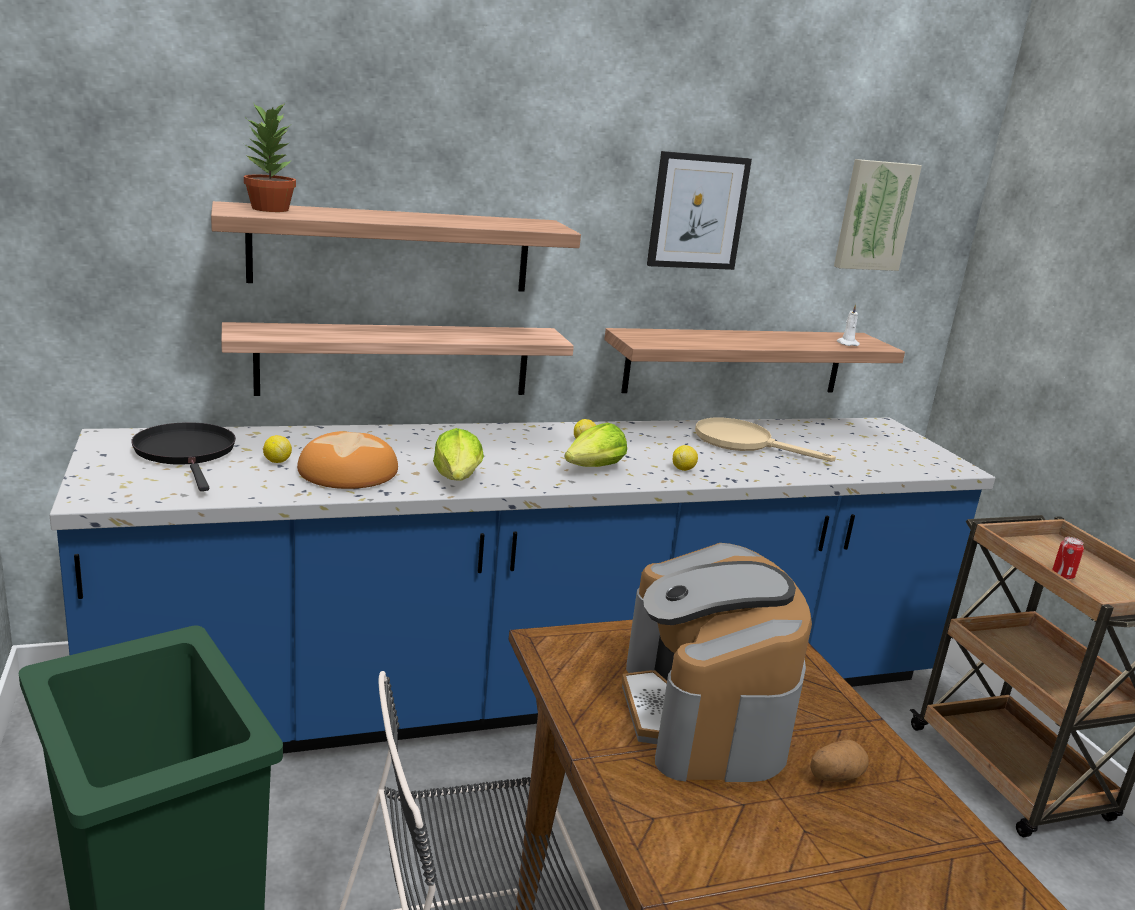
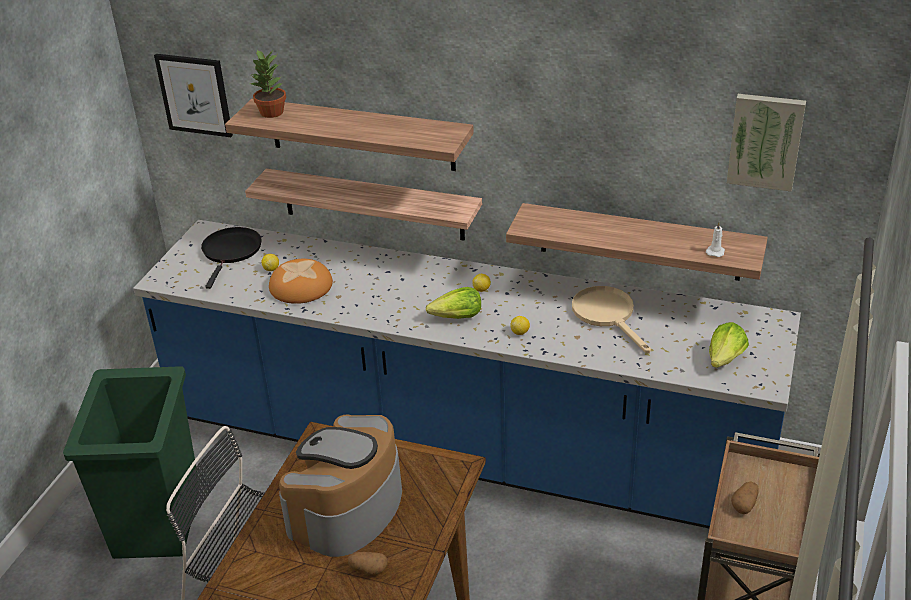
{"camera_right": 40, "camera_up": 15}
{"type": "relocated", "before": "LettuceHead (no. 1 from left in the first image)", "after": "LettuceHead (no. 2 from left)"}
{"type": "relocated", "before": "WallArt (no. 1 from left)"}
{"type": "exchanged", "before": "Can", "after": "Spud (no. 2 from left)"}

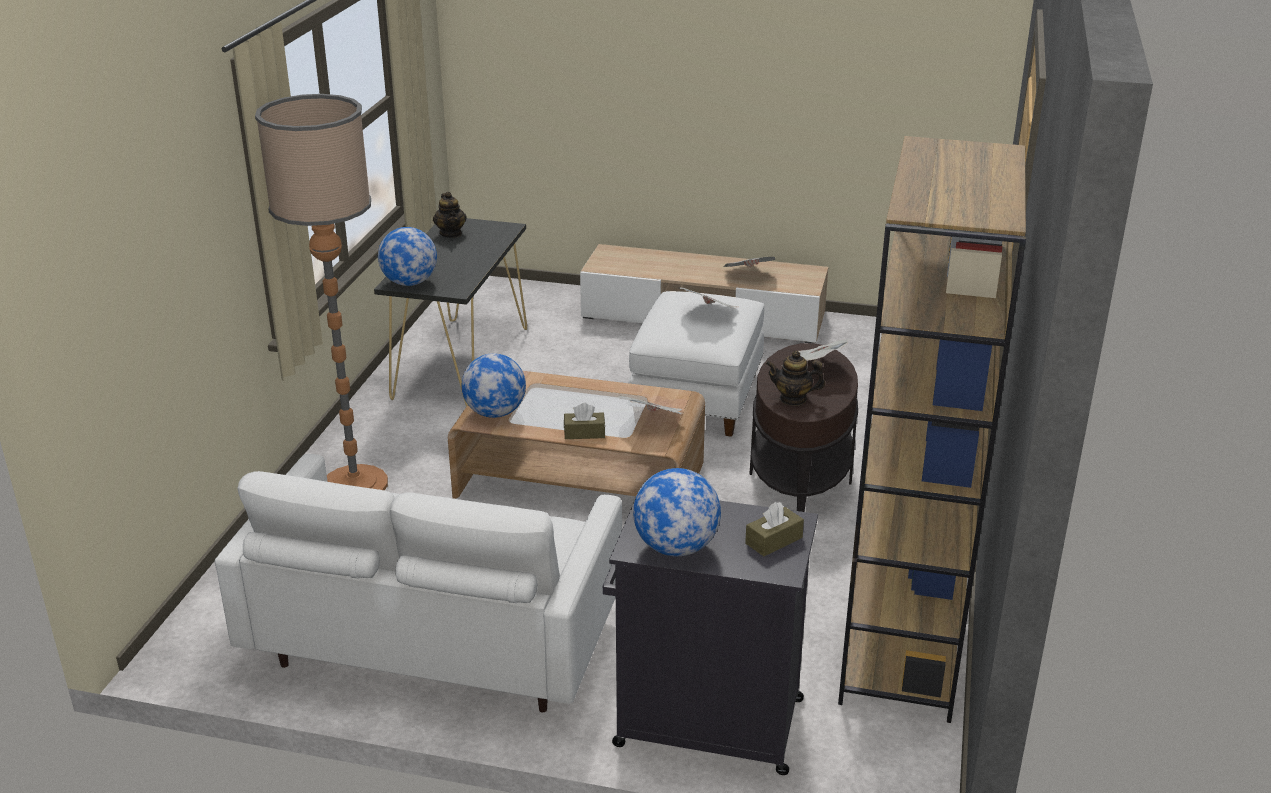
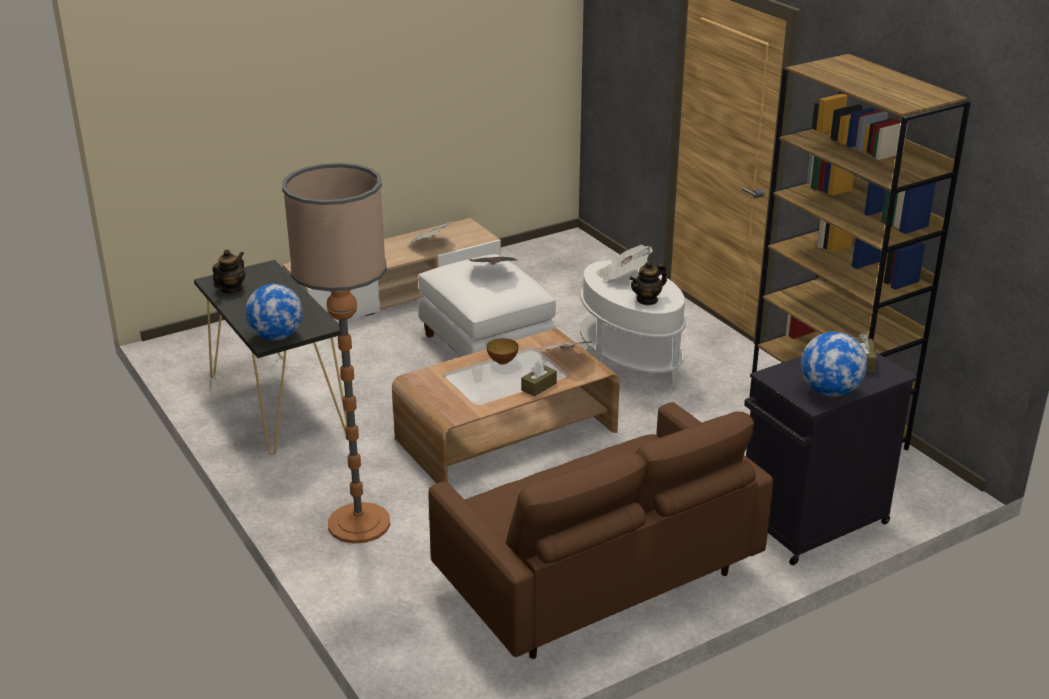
{"camera_right": -45, "camera_up": 0}
{"type": "missing", "before": "WorldGlobe (no. 2 from left)"}
{"type": "appeared", "after": "Bowl"}
{"type": "colour", "before": "WhitishSofa", "after": "BrownishSofa"}
{"type": "colour", "before": "BrownishEndTable", "after": "WhitishEndTable"}
{"type": "spun", "before": "TeaPot (no. 1 from left)", "turn": -90}

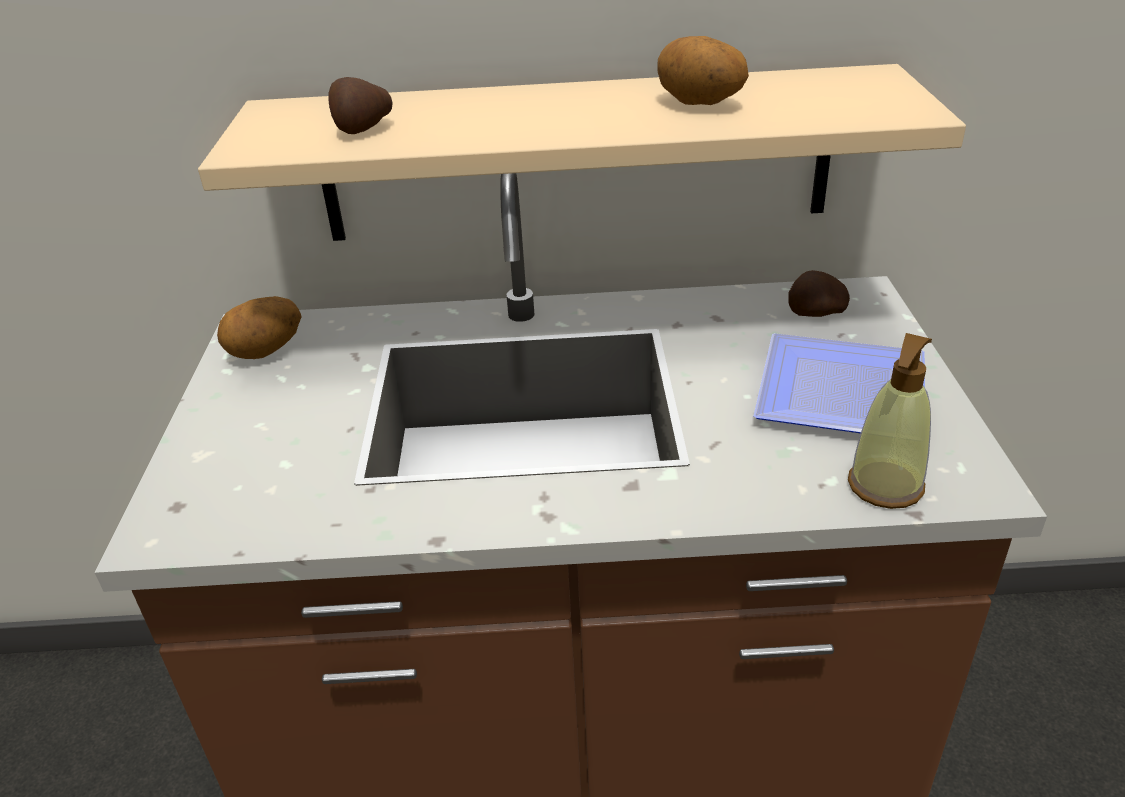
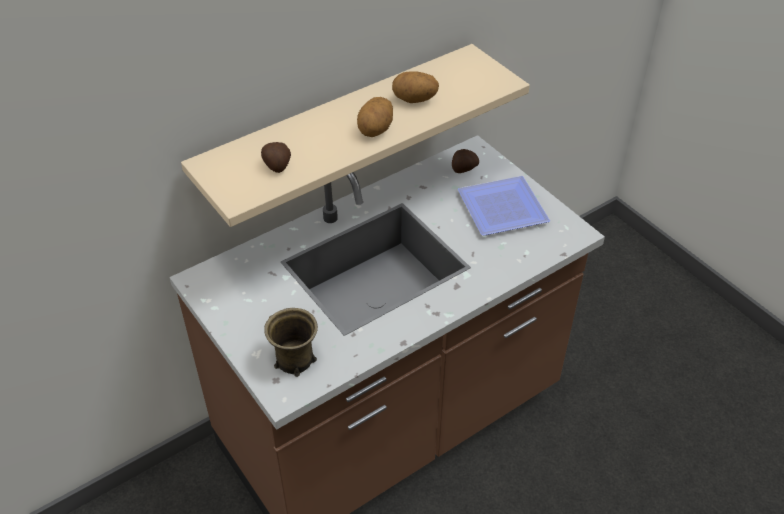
{"camera_right": -35, "camera_up": 10}
{"type": "missing", "before": "SoapDispenser"}
{"type": "appeared", "after": "BrownishCoffeeMug"}
{"type": "relocated", "before": "Spud (no. 1 from left in the first image)", "after": "Spud (no. 2 from left)"}

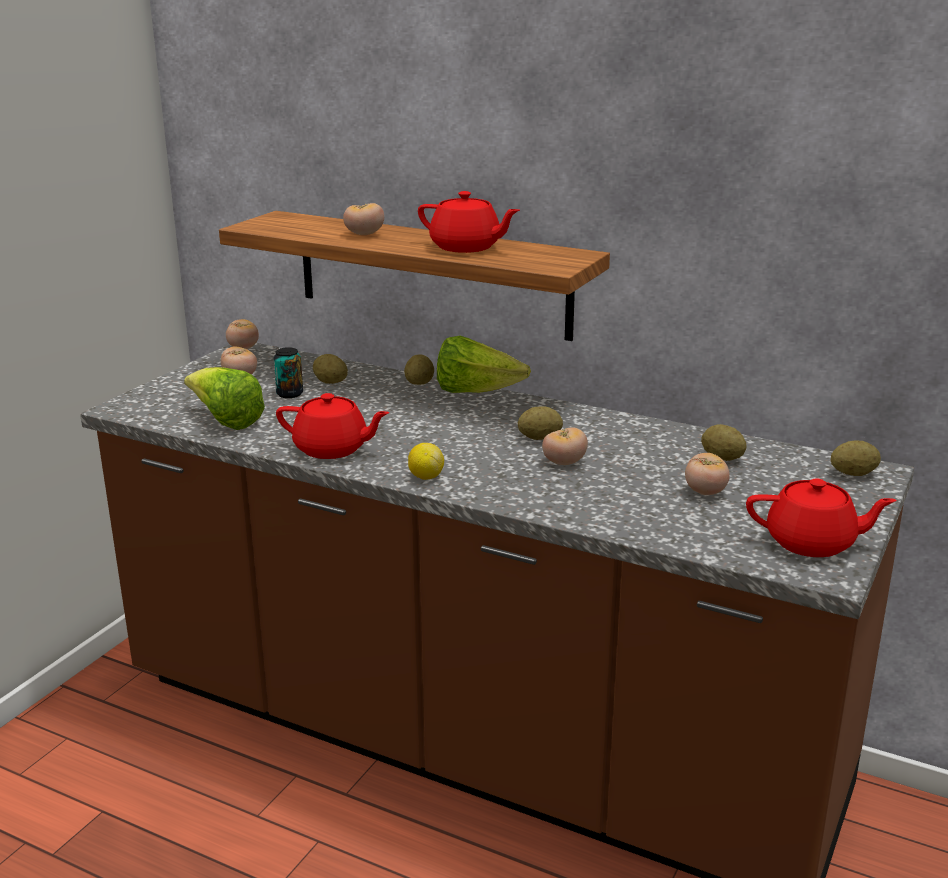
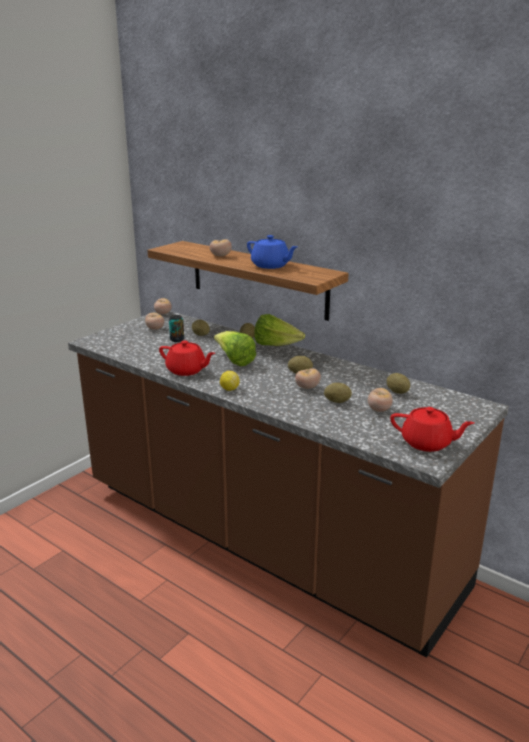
{"camera_right": 10, "camera_up": 0}
{"type": "relocated", "before": "LettuceHead (no. 1 from left)"}
{"type": "relocated", "before": "Spud (no. 5 from left in the first image)", "after": "Spud (no. 4 from left)"}
{"type": "colour", "before": "ReddishTeaPot (no. 2 from left)", "after": "BlueTeaPot"}

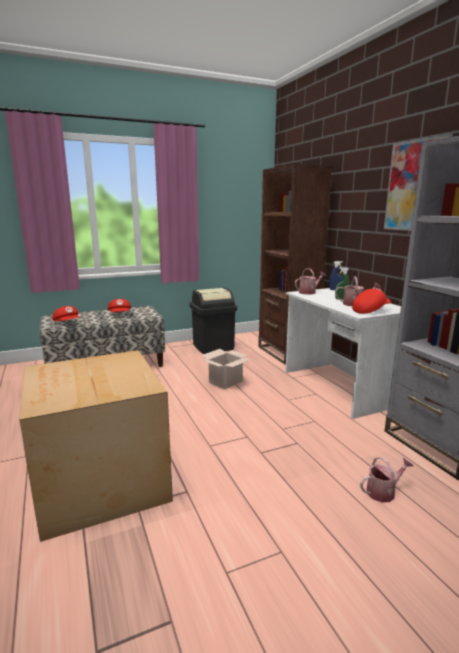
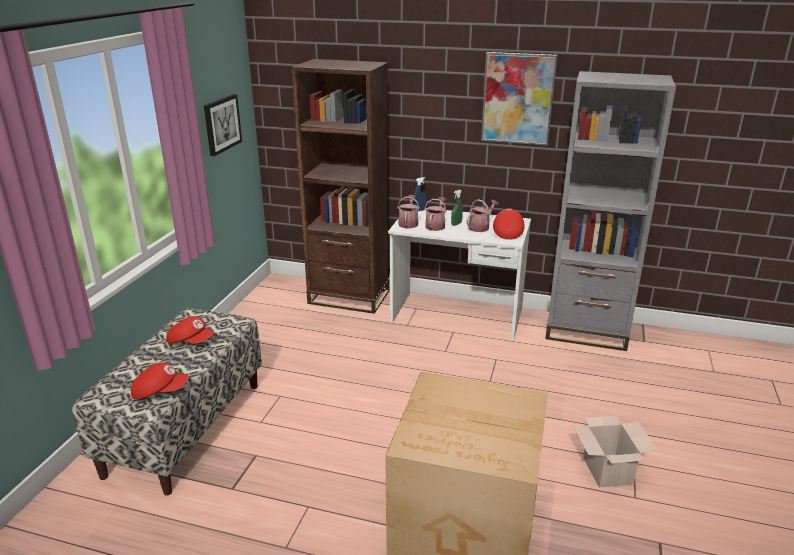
{"camera_right": -50, "camera_up": 10}
{"type": "missing", "before": "BlackishTrashCan"}
{"type": "appeared", "after": "WallArt (no. 1 from left)"}
{"type": "relocated", "before": "CardboardBox (no. 2 from left)"}
{"type": "relocated", "before": "WateringCan (no. 3 from left in the first image)", "after": "WateringCan (no. 2 from left)"}

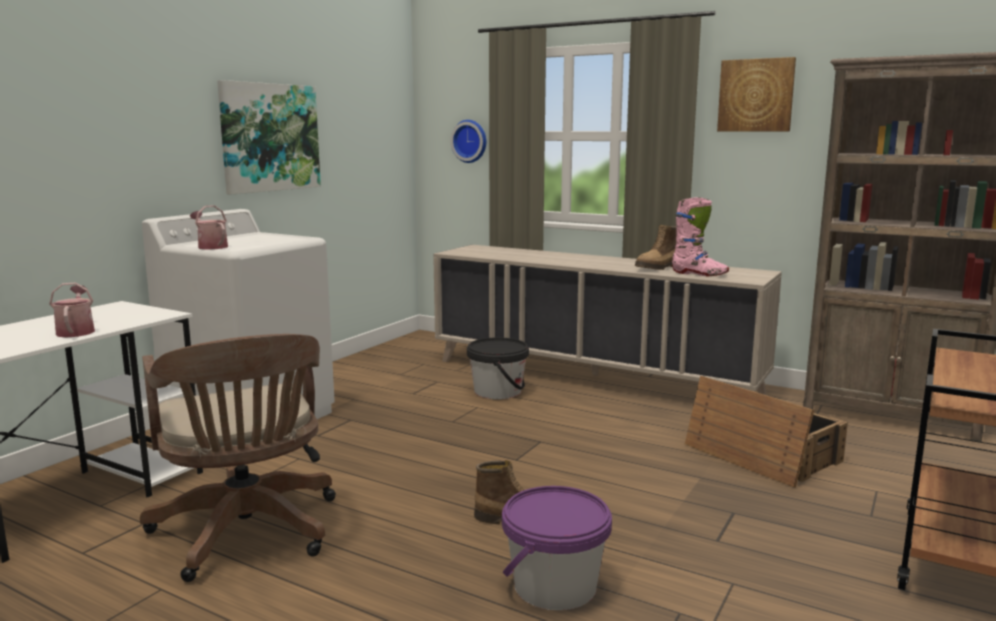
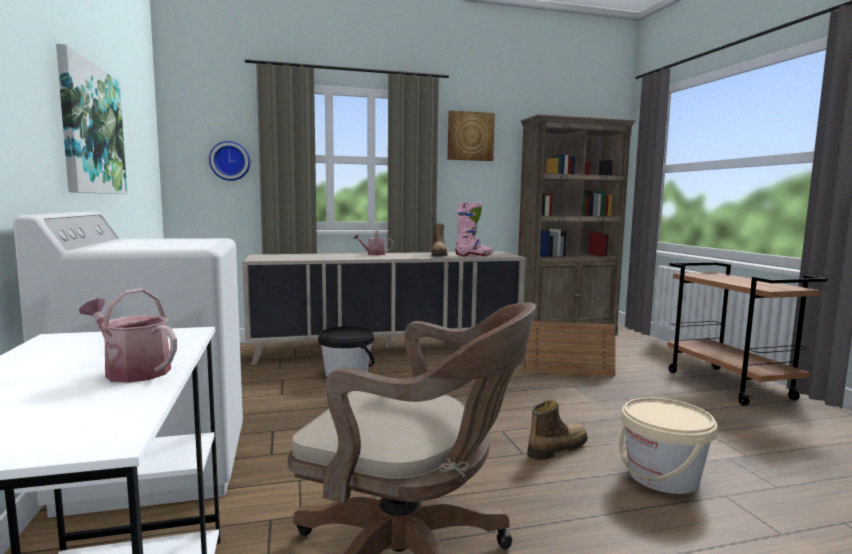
{"camera_right": -45, "camera_up": -5}
{"type": "relocated", "before": "WateringCan (no. 2 from left)"}
{"type": "colour", "before": "PurpleColouredWaterBucket", "after": "BeigeColouredWaterBucket"}

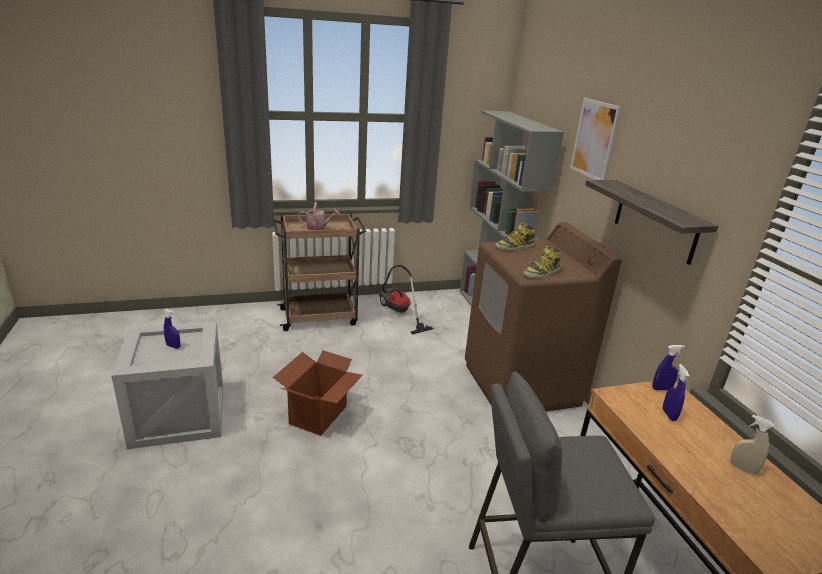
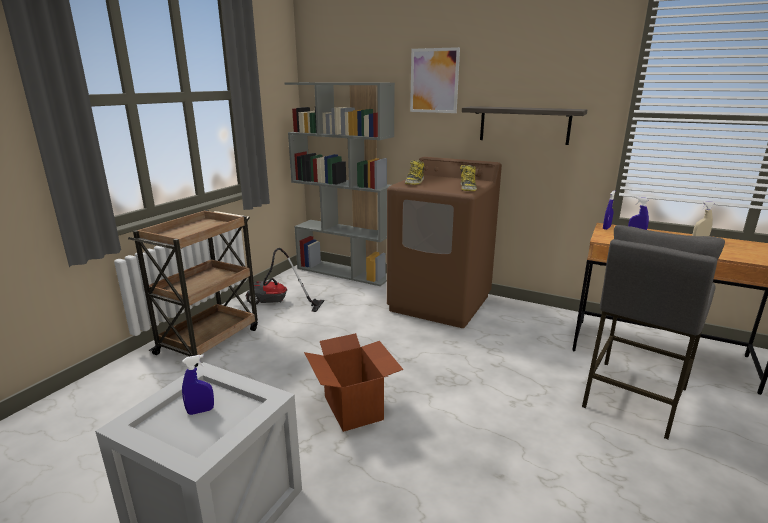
{"camera_right": -45, "camera_up": -5}
{"type": "missing", "before": "WateringCan"}

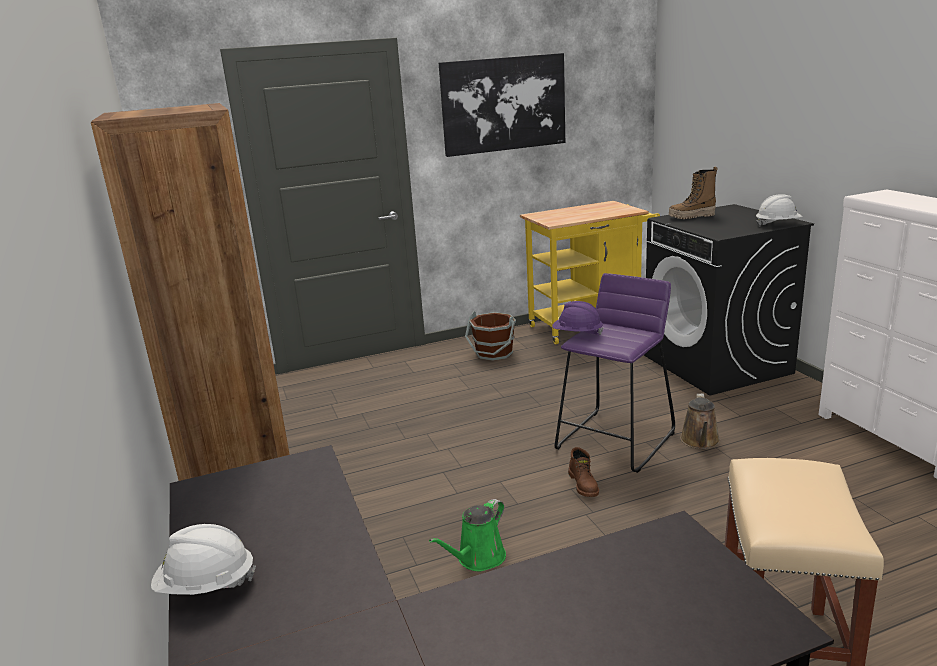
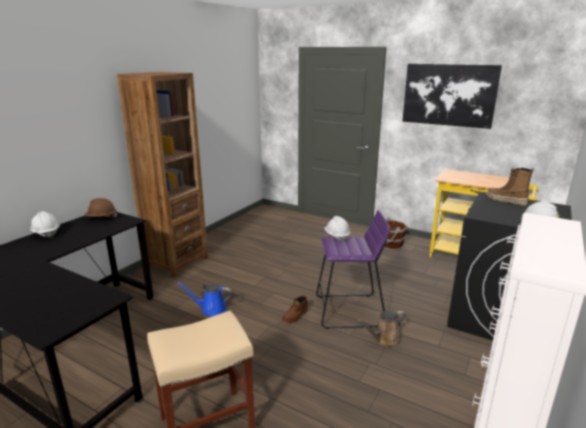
{"camera_right": 50, "camera_up": 0}
{"type": "appeared", "after": "BrownishSafetyHelmet"}
{"type": "colour", "before": "GreenColouredWateringCan", "after": "BlueWateringCan"}
{"type": "colour", "before": "PurpleColouredSafetyHelmet", "after": "WhitishSafetyHelmet (no. 2 from left)"}

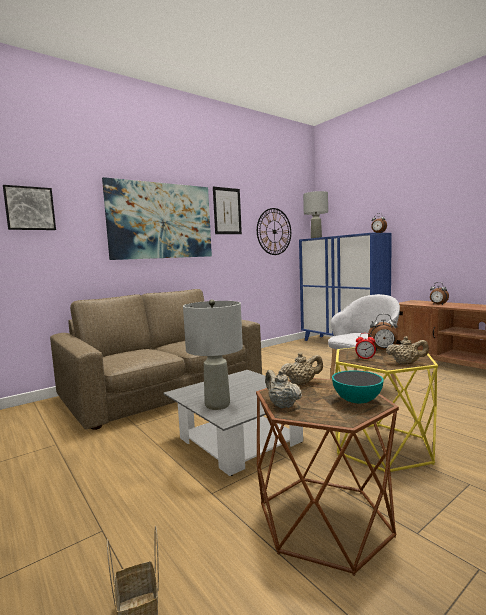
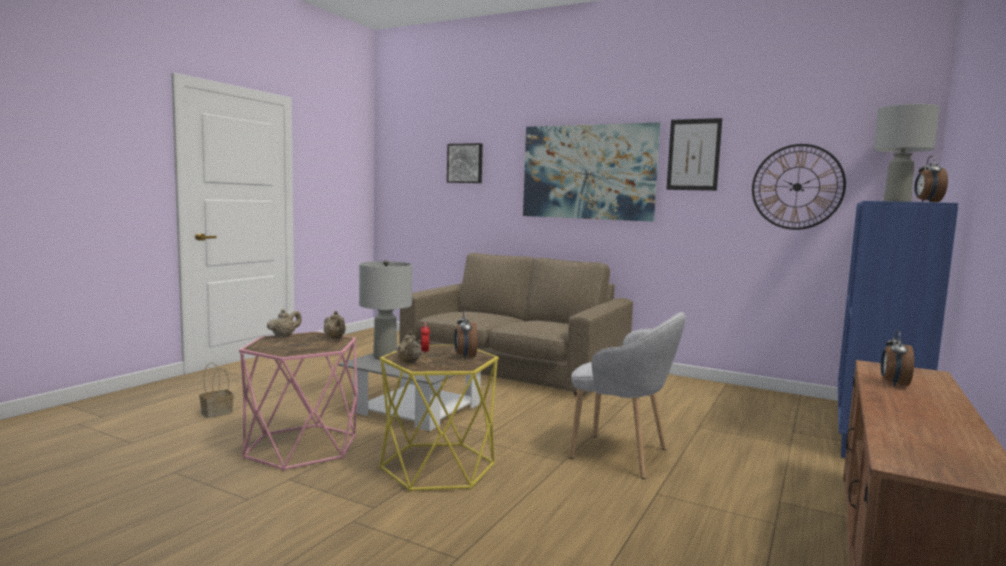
{"camera_right": 65, "camera_up": 0}
{"type": "missing", "before": "Bowl"}
{"type": "colour", "before": "BrownishEndTable", "after": "PinkEndTable"}

